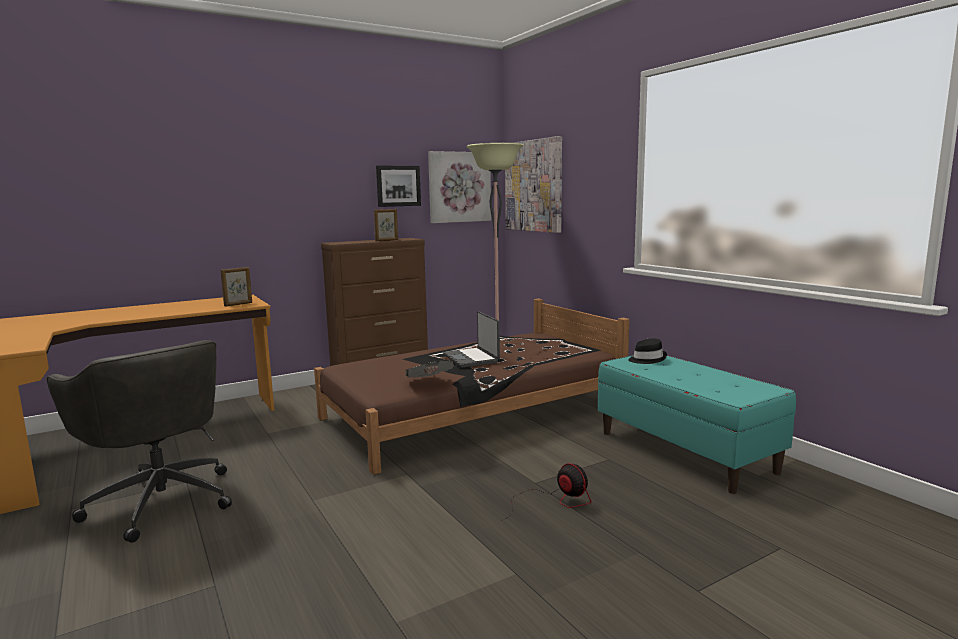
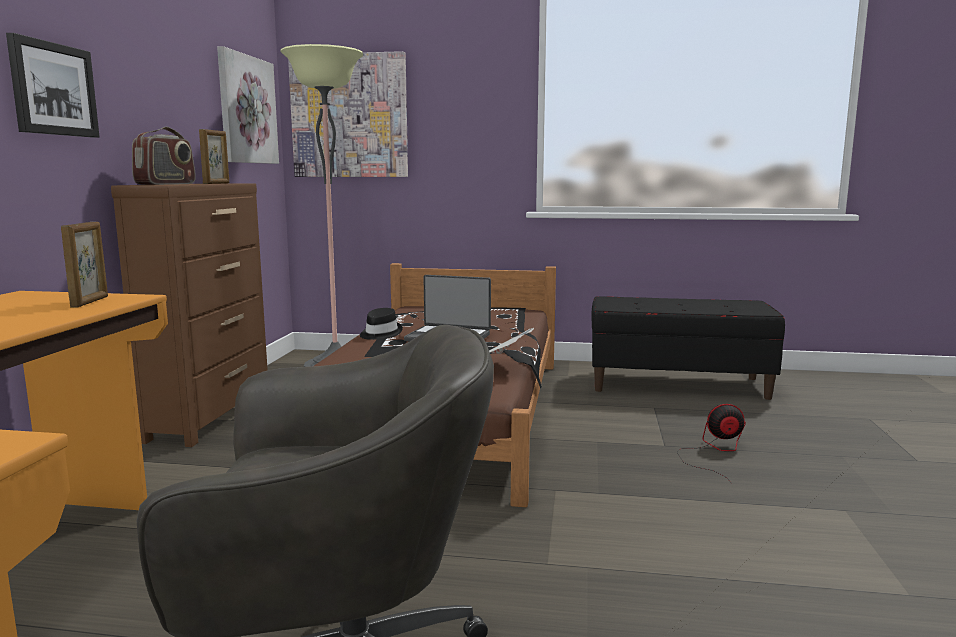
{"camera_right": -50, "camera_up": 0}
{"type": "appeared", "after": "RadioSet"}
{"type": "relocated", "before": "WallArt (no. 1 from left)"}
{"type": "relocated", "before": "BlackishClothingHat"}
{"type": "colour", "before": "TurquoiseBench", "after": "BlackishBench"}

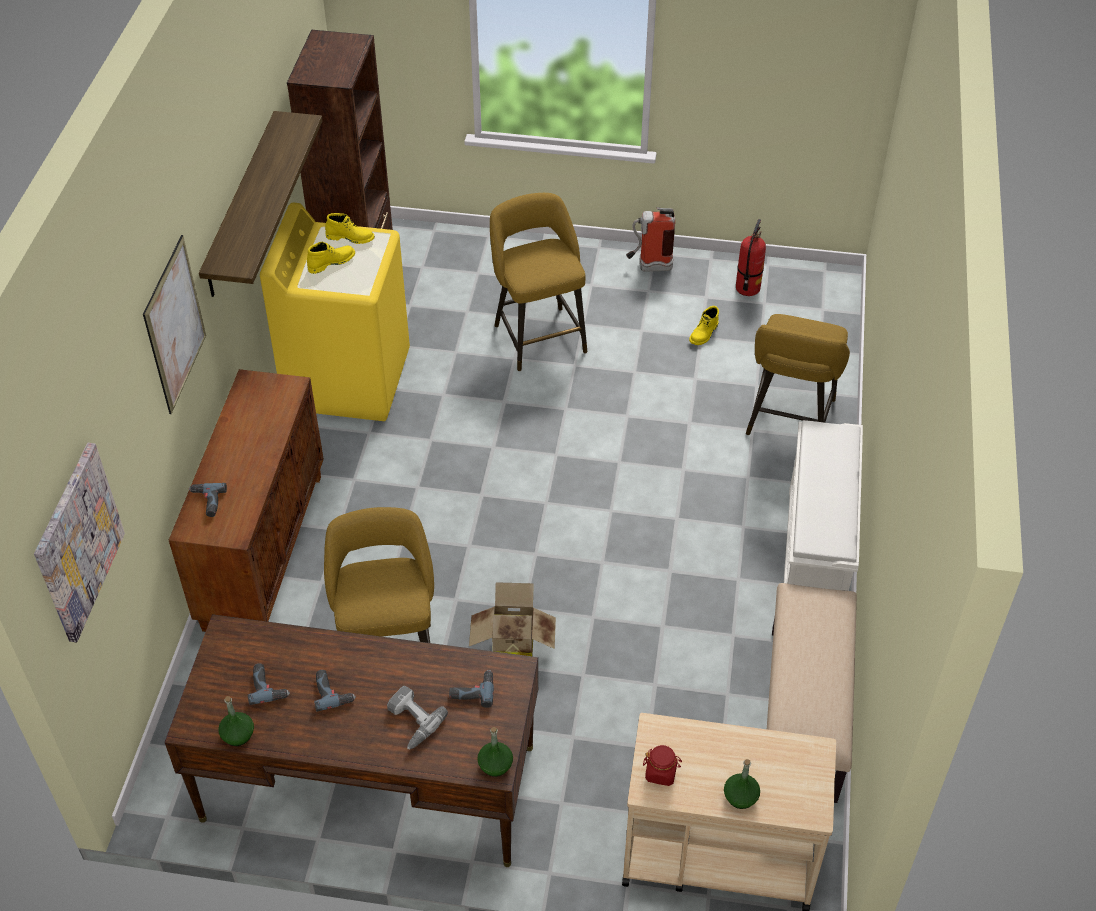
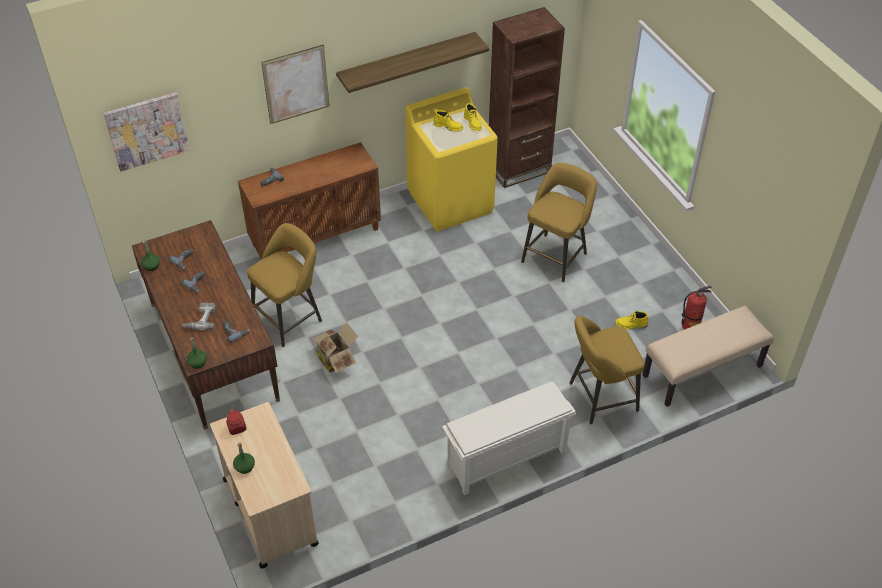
{"camera_right": 55, "camera_up": 0}
{"type": "missing", "before": "Extinguisher (no. 1 from left)"}
{"type": "relocated", "before": "BeigeColouredBench"}

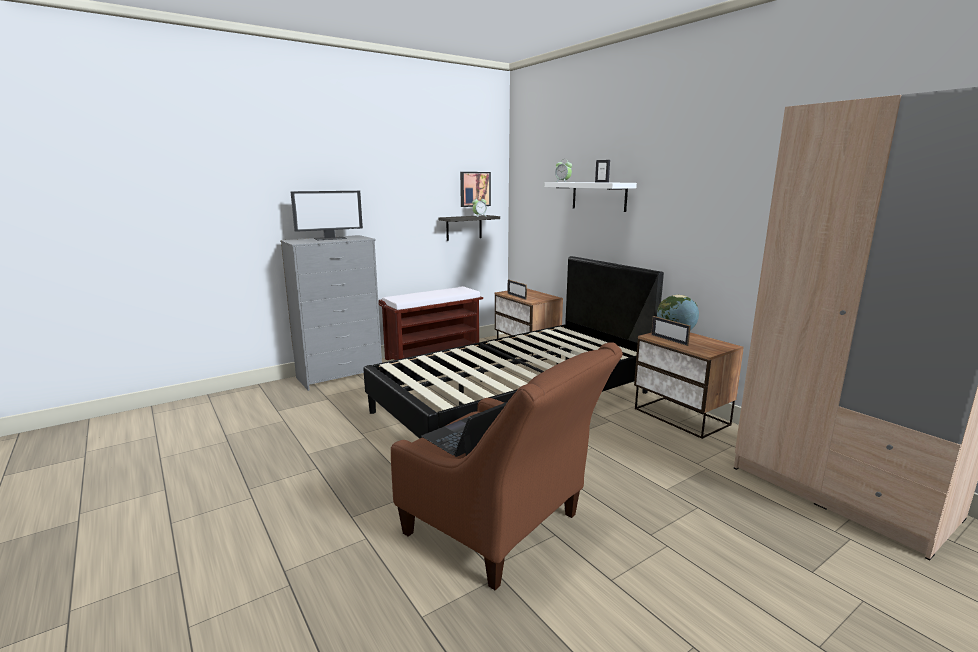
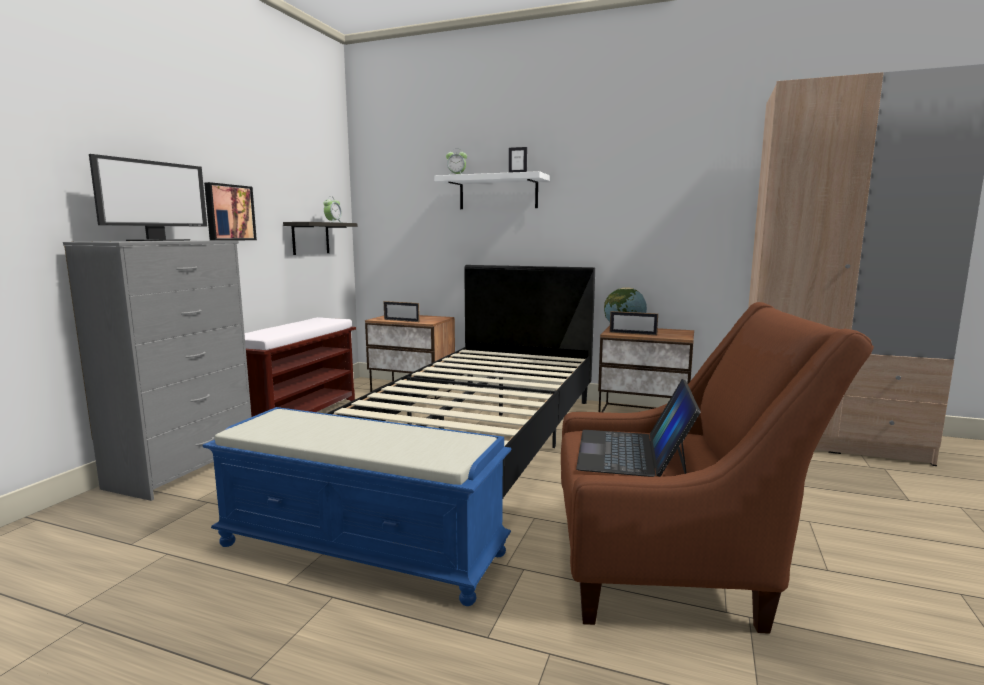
{"camera_right": -35, "camera_up": -5}
{"type": "appeared", "after": "BlueBench"}
{"type": "relocated", "before": "WallArt"}

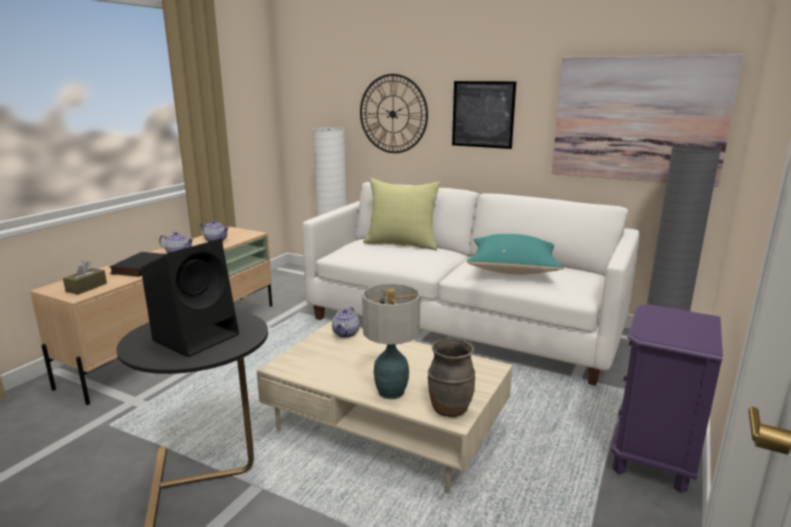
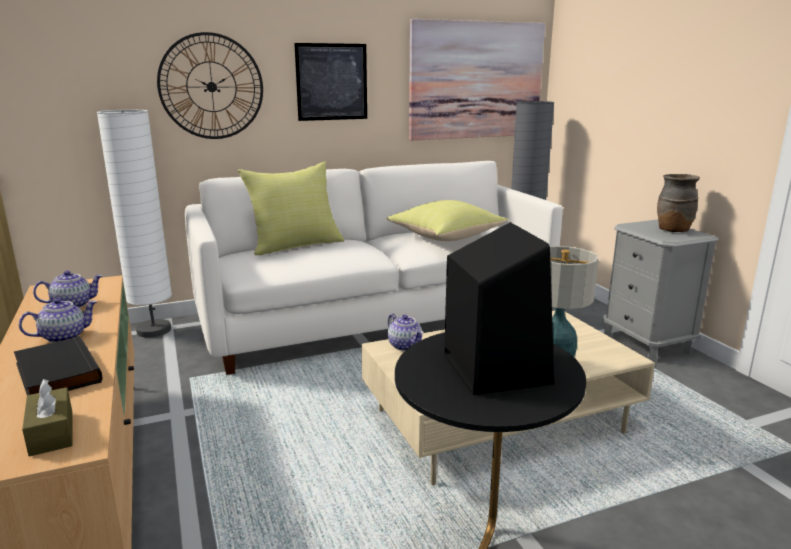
{"camera_right": -50, "camera_up": 0}
{"type": "relocated", "before": "BrownishVase"}
{"type": "colour", "before": "TurquoisePillow", "after": "YellowPillow (no. 2 from left)"}
{"type": "colour", "before": "PurpleColouredNightTable", "after": "GrayNightTable"}

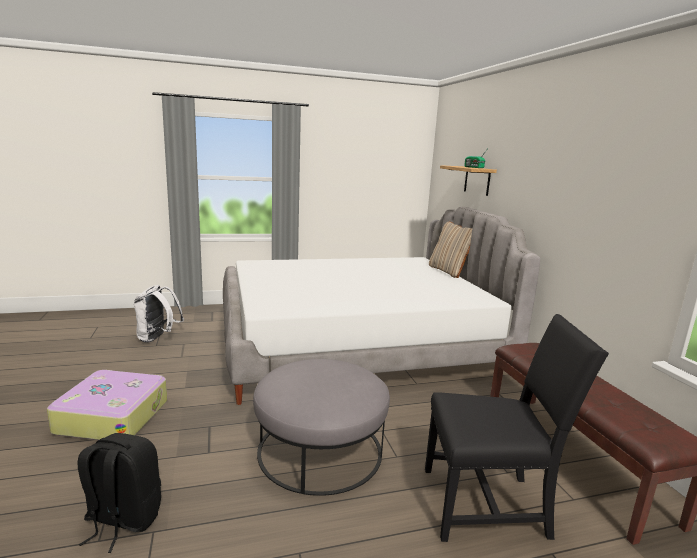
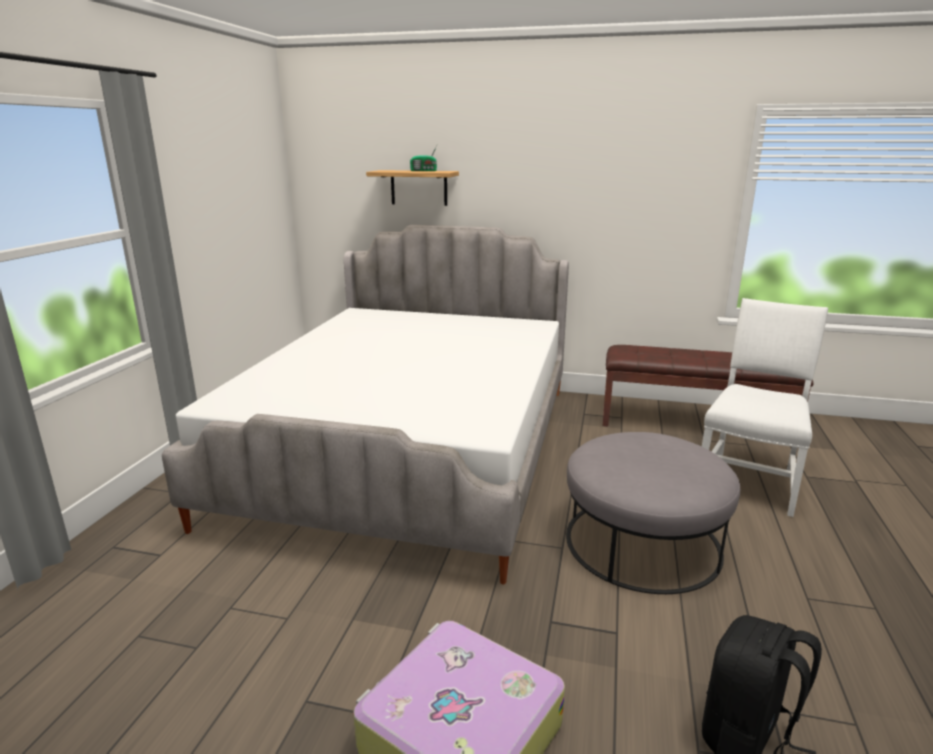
{"camera_right": -60, "camera_up": 5}
{"type": "missing", "before": "WhitishRucksack"}
{"type": "missing", "before": "BeigeColouredPillow"}
{"type": "colour", "before": "BlackishChair", "after": "WhitishChair"}

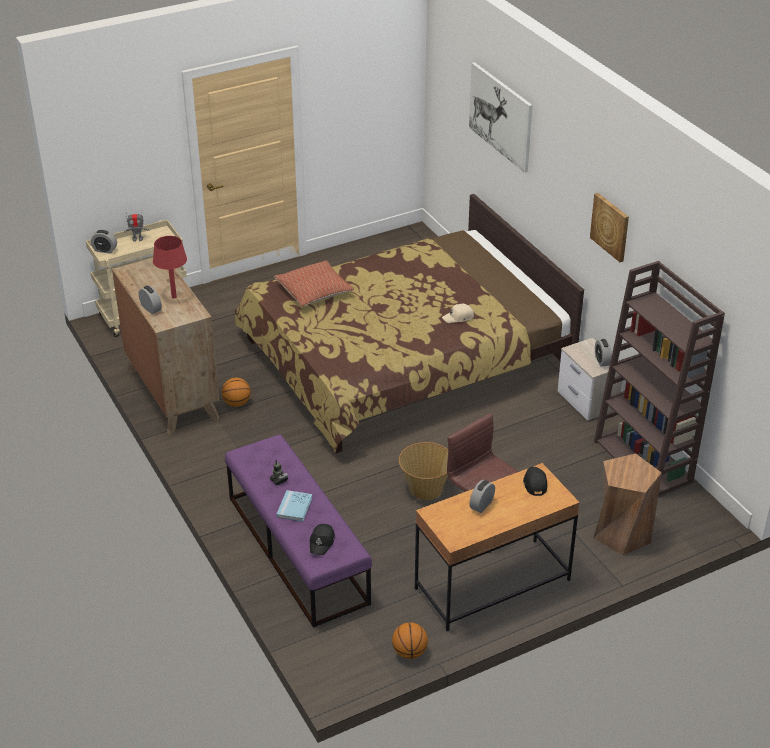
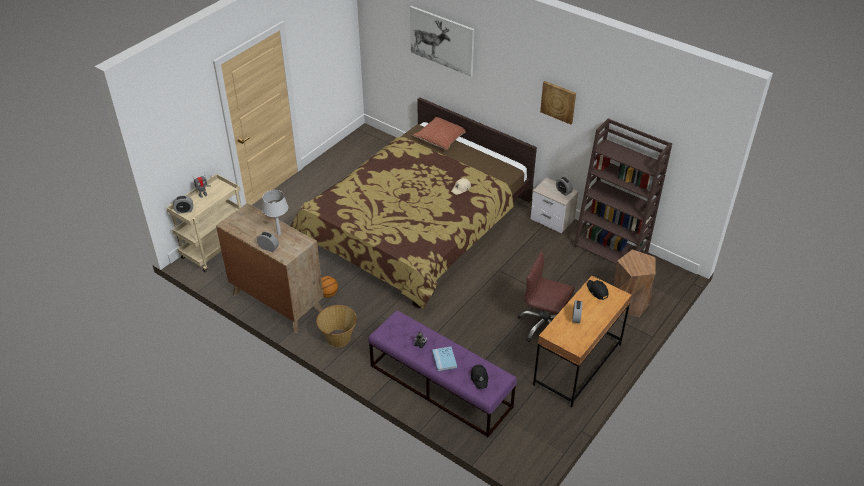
{"camera_right": -25, "camera_up": 5}
{"type": "missing", "before": "BasketballBall (no. 2 from left)"}
{"type": "relocated", "before": "Pillow"}
{"type": "relocated", "before": "Basket"}
{"type": "colour", "before": "ReddishTabletopLamp", "after": "GrayTabletopLamp"}

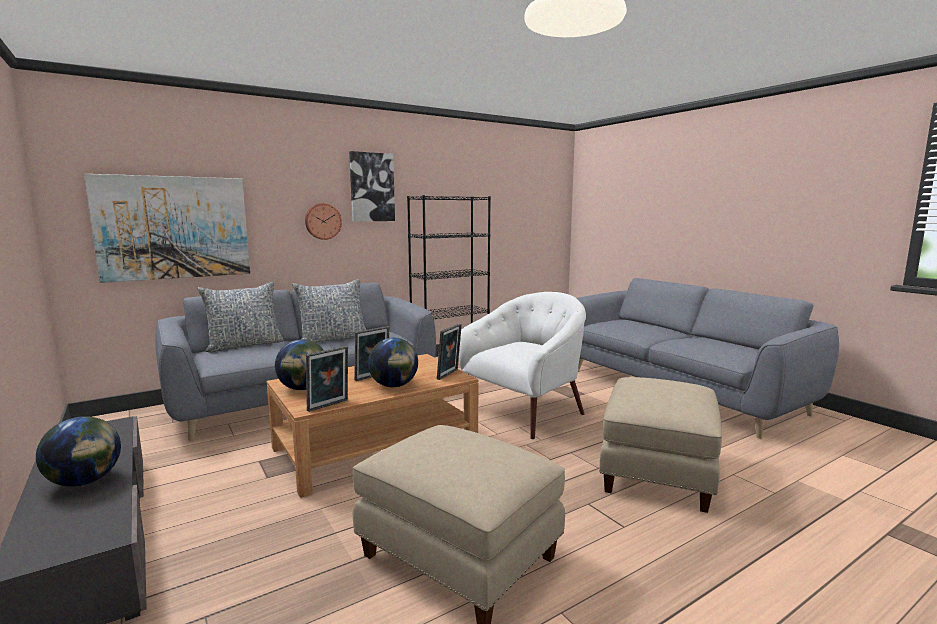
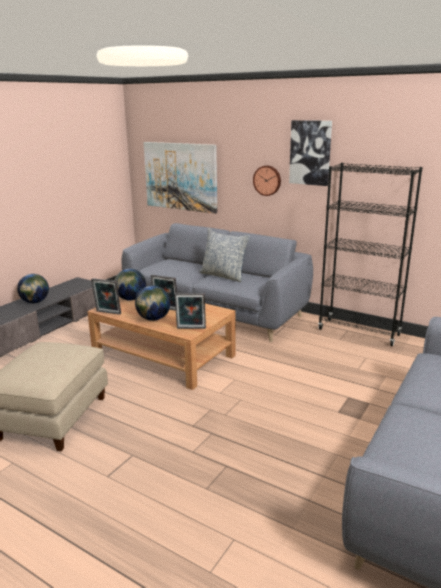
{"camera_right": 65, "camera_up": 10}
{"type": "missing", "before": "Pillow (no. 1 from left)"}
{"type": "missing", "before": "WhitishEasyChair"}
{"type": "missing", "before": "BeigeColouredOttoman (no. 2 from left)"}

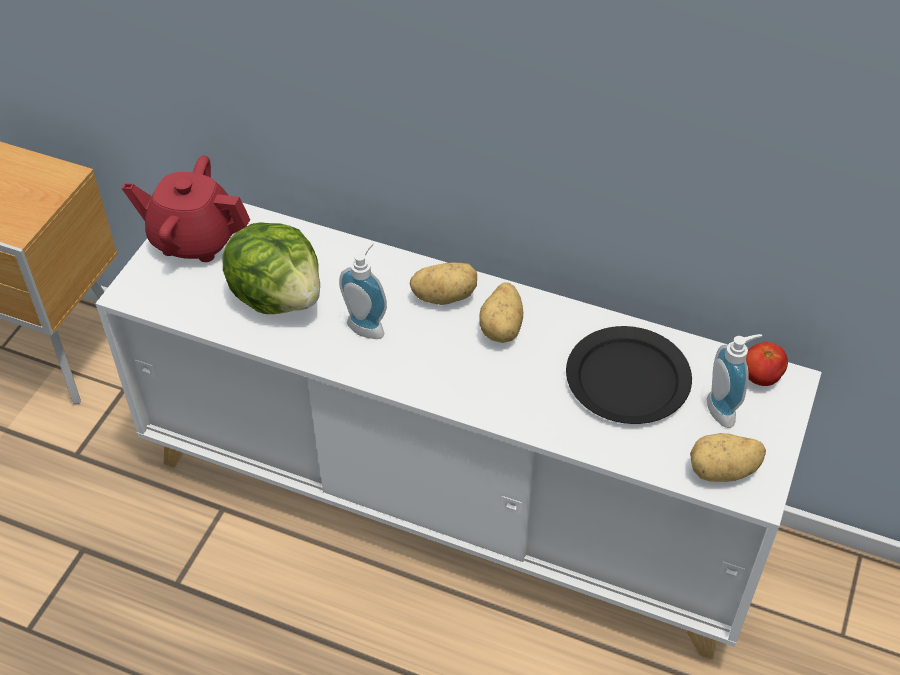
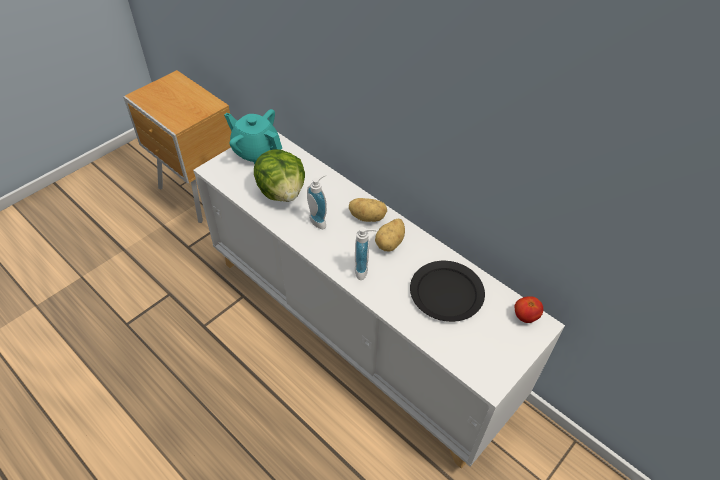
{"camera_right": 20, "camera_up": 0}
{"type": "missing", "before": "Spud (no. 3 from left)"}
{"type": "relocated", "before": "SoapDispenser (no. 2 from left)"}
{"type": "colour", "before": "ReddishTeaPot", "after": "TurquoiseTeaPot"}

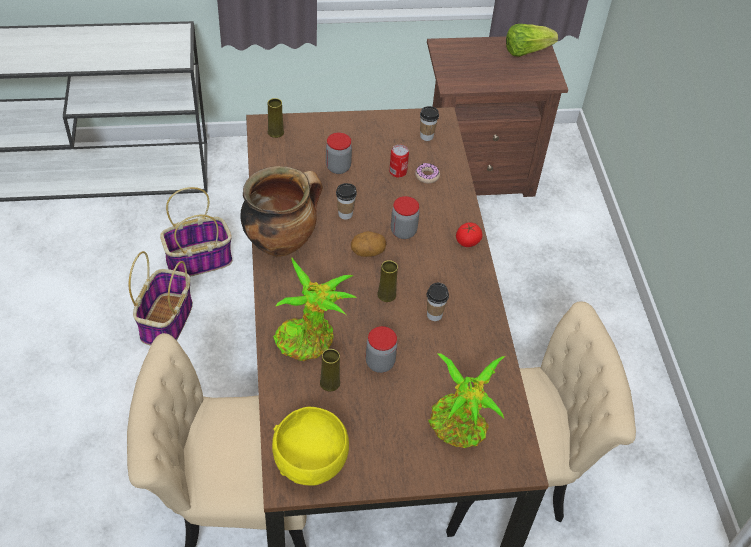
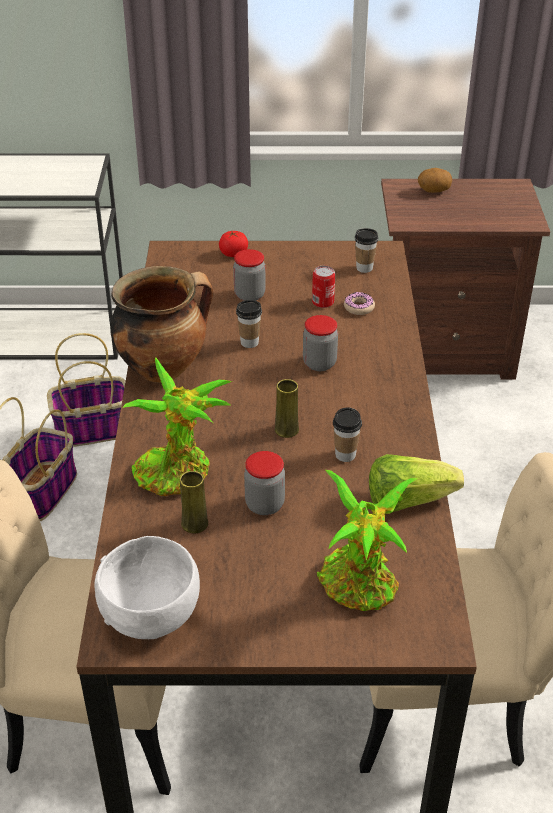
{"camera_right": 10, "camera_up": -10}
{"type": "missing", "before": "YellowVase (no. 1 from left)"}
{"type": "relocated", "before": "Spud"}
{"type": "relocated", "before": "FreshTomato"}
{"type": "relocated", "before": "LettuceHead"}
{"type": "colour", "before": "YellowBowl", "after": "WhitishBowl"}

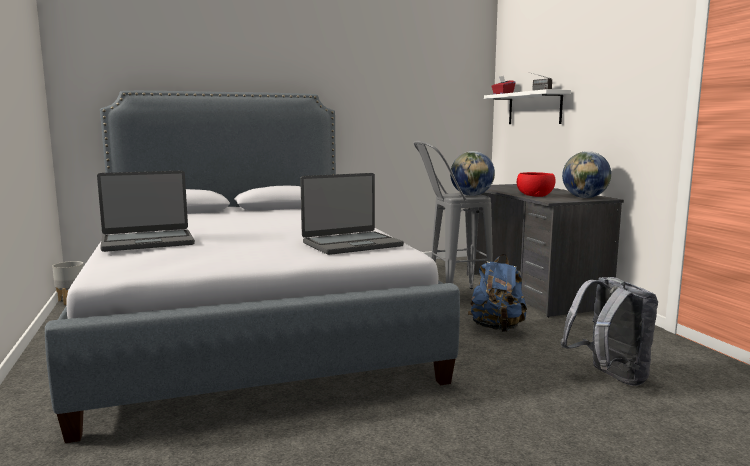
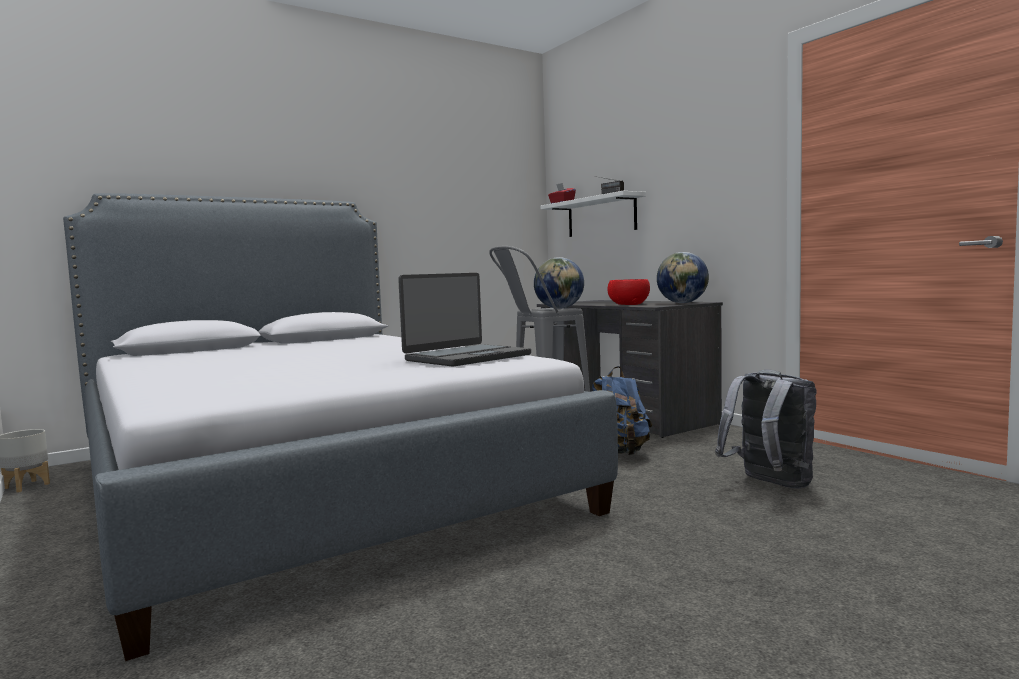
{"camera_right": -15, "camera_up": -5}
{"type": "missing", "before": "PortableComputer (no. 1 from left)"}

